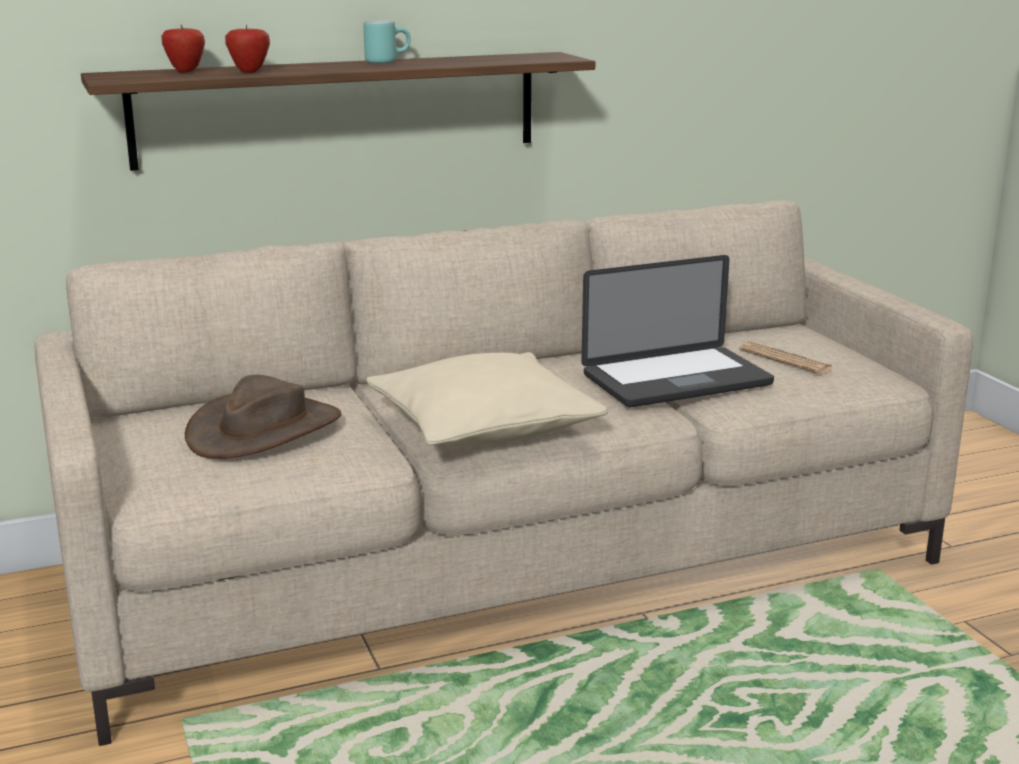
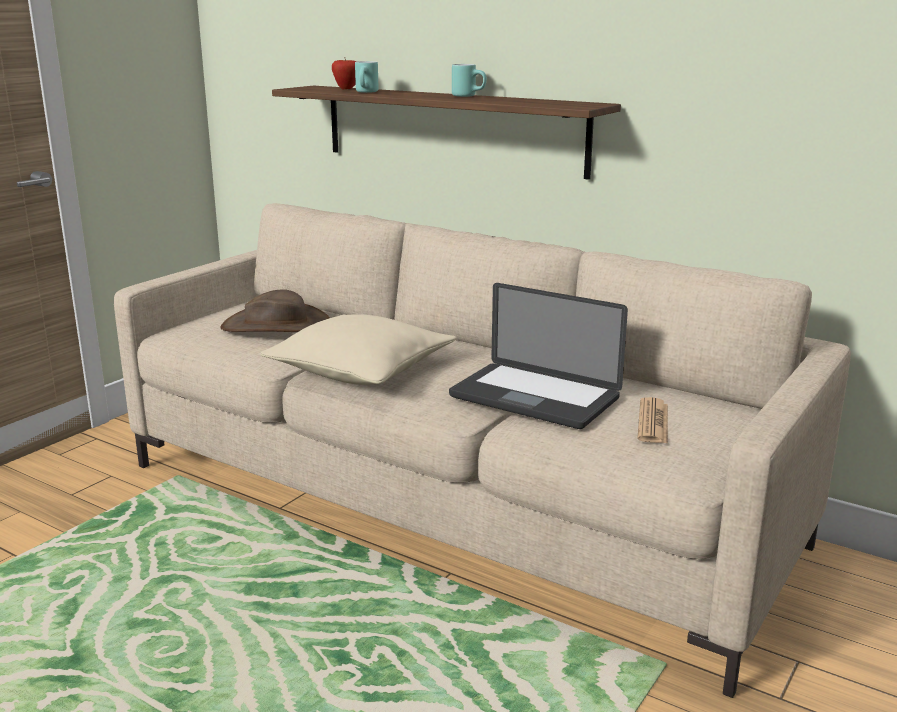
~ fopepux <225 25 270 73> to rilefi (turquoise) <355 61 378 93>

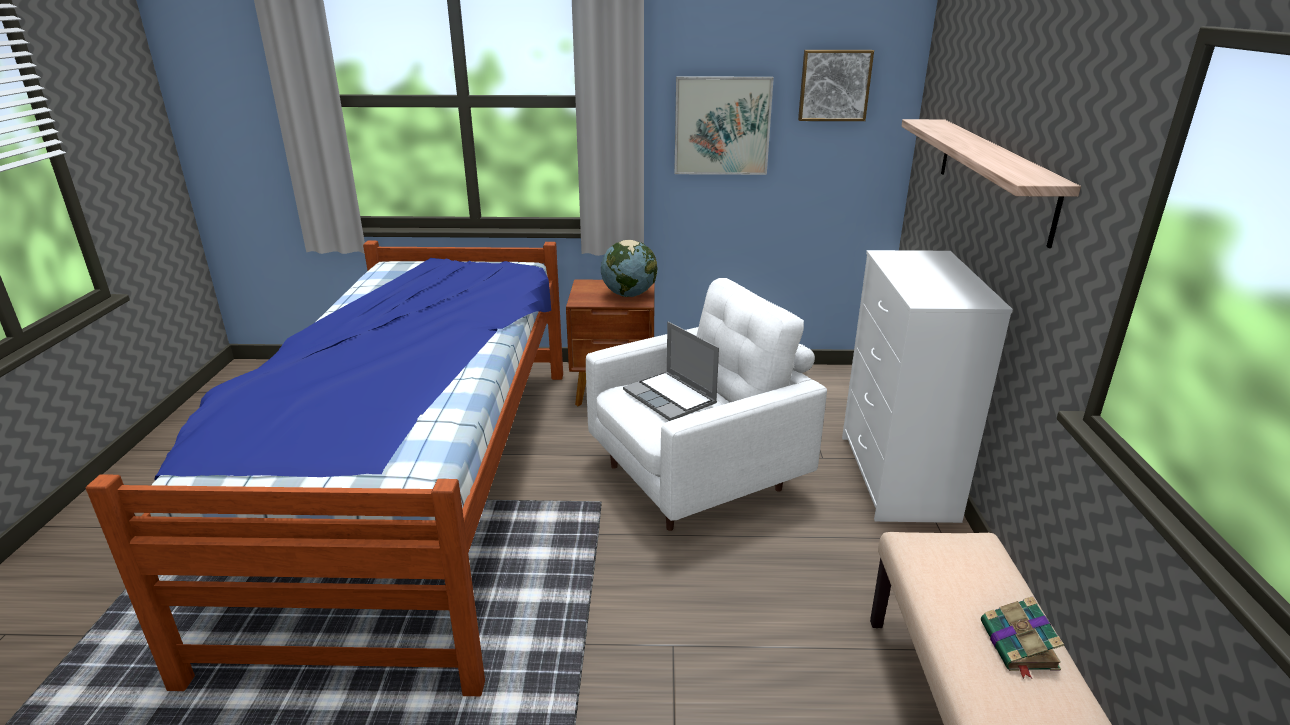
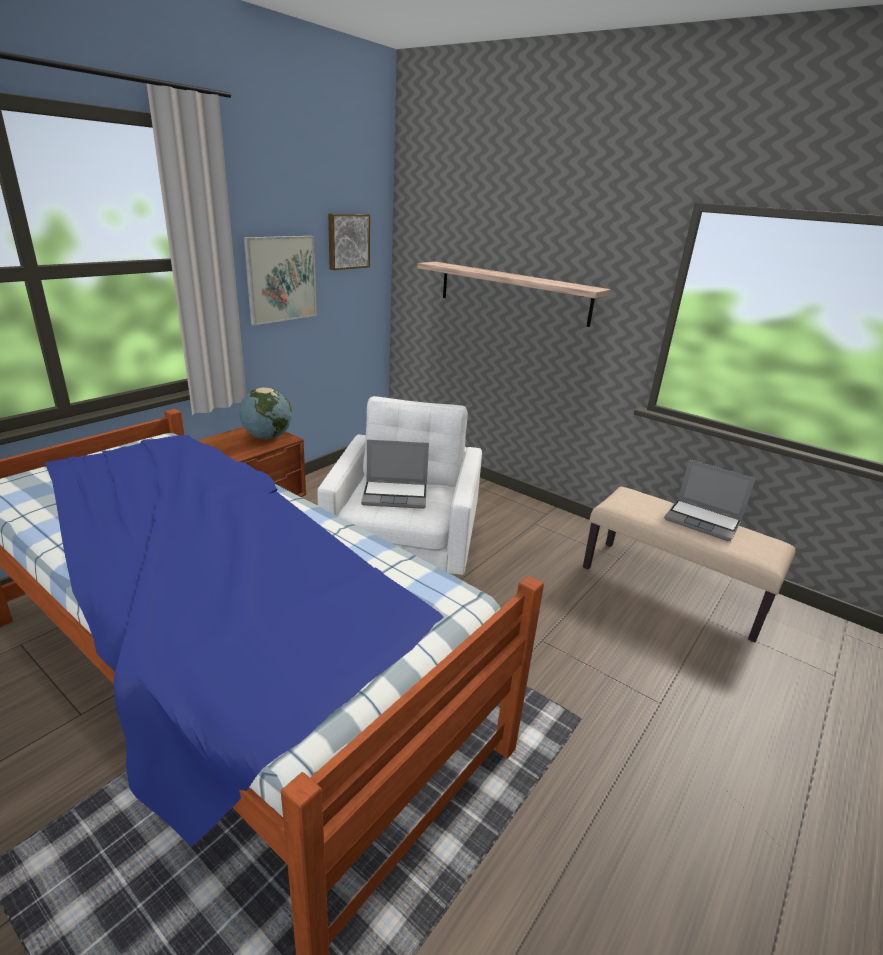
~ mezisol <981 596 1064 679> to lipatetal <664 459 756 541>
- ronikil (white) <842 250 1013 523>

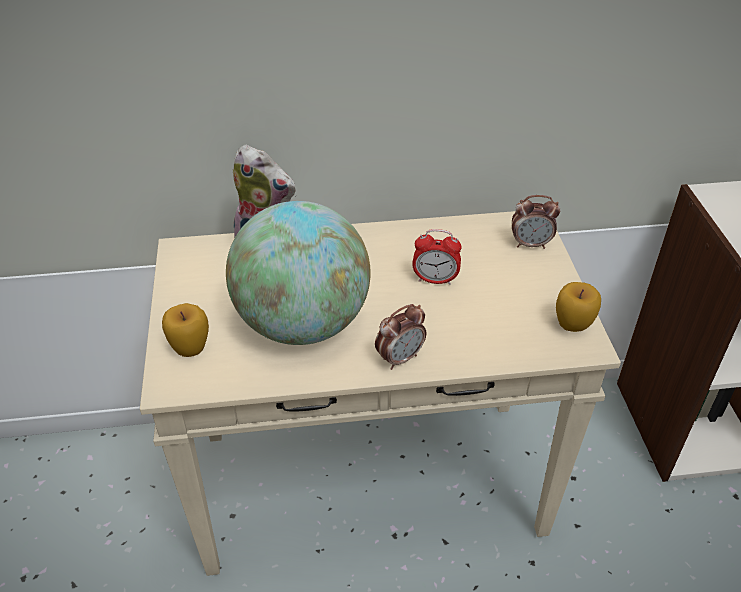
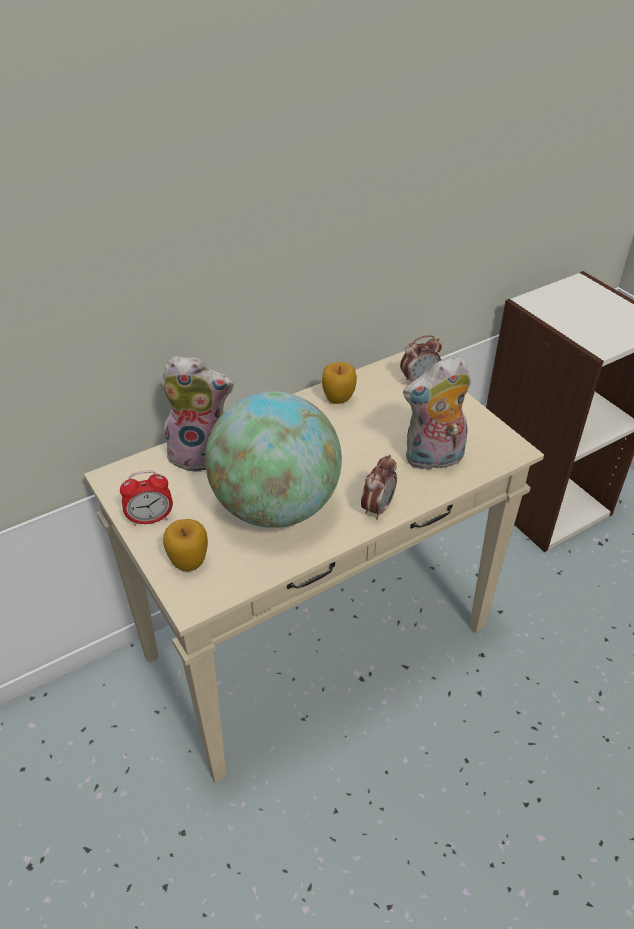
~ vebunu <412 229 462 285> to <120 470 173 526>
~ fopepux <556 282 601 332> to <322 362 357 404>
+ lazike <403 356 471 471>

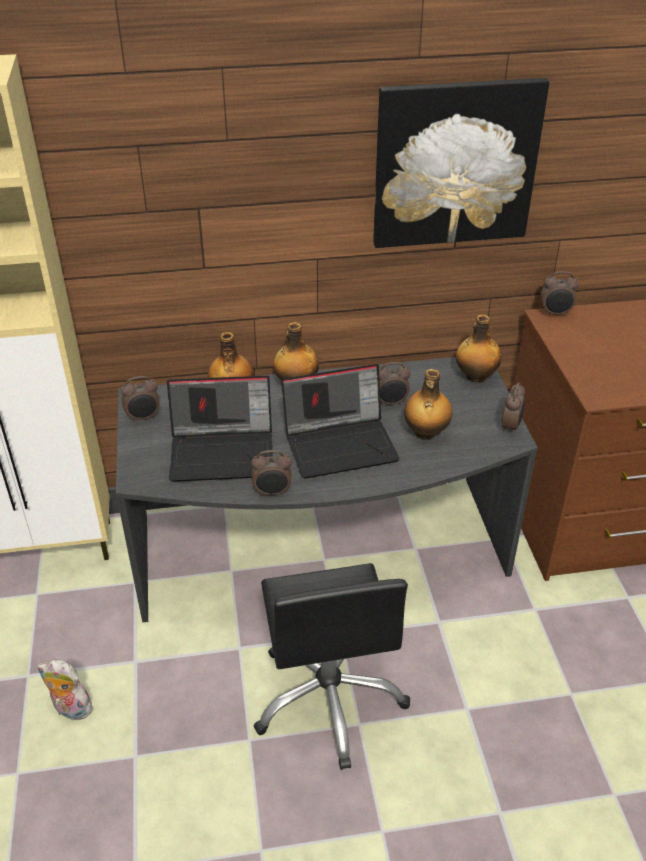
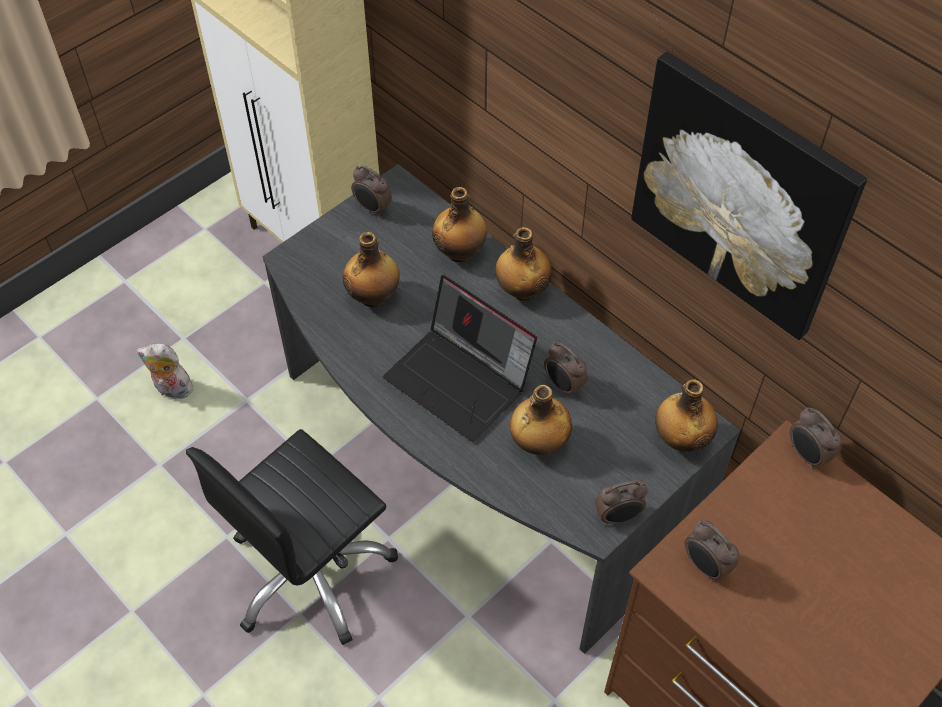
~ lazike <37 660 94 720> = <136 343 195 402> 60 degrees counterclockwise
~ lipatetal <167 376 273 482> to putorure <343 232 400 307>
~ vebunu <251 450 292 497> to <685 520 739 581>

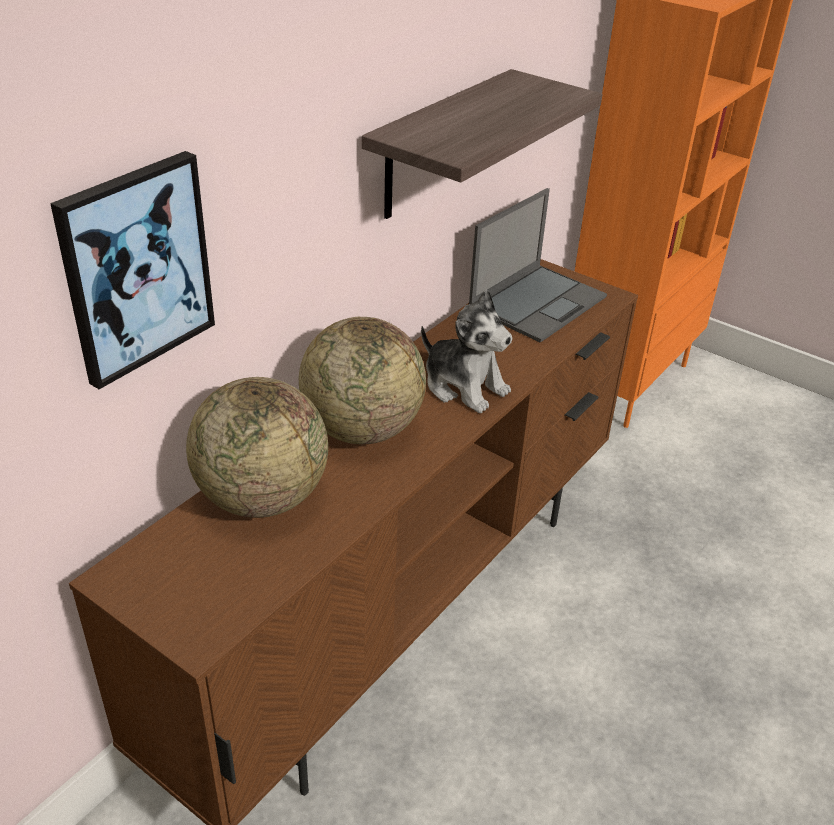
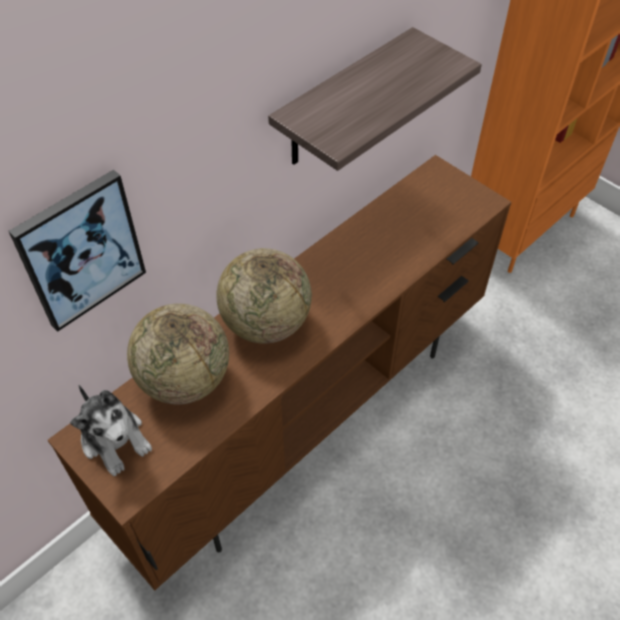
~ lazike <421 289 512 413> to <70 385 152 476>
- lipatetal <469 188 607 343>

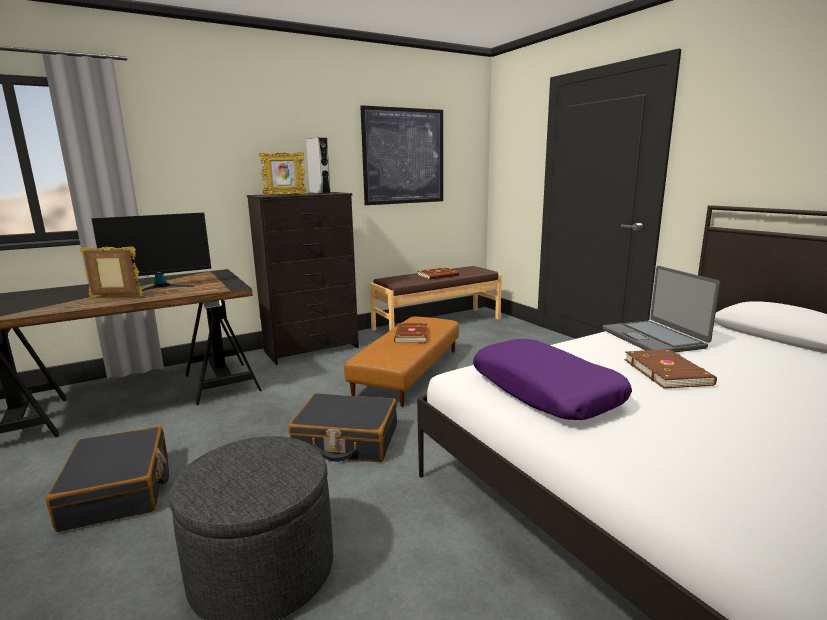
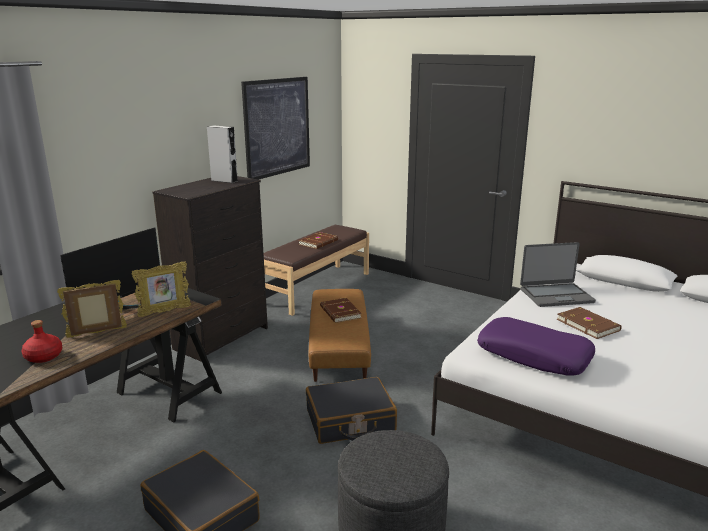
+ putorure (red) <21 320 62 363>
~ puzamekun <259 152 307 195> to <132 262 191 317>
~ lipatetal <602 266 720 352> = <520 242 596 307> 60 degrees counterclockwise

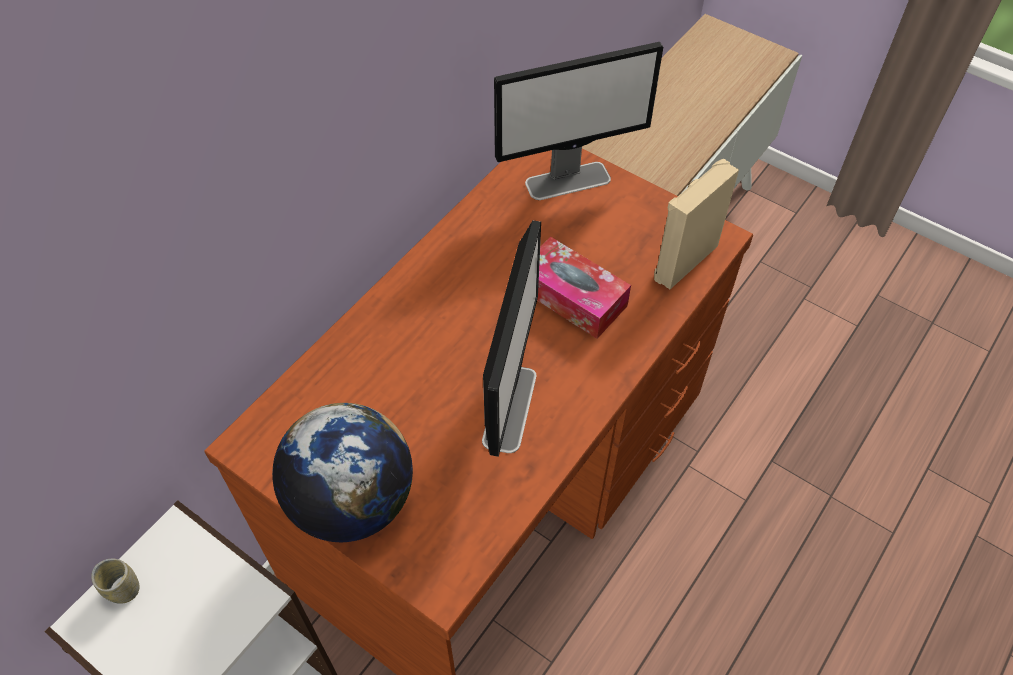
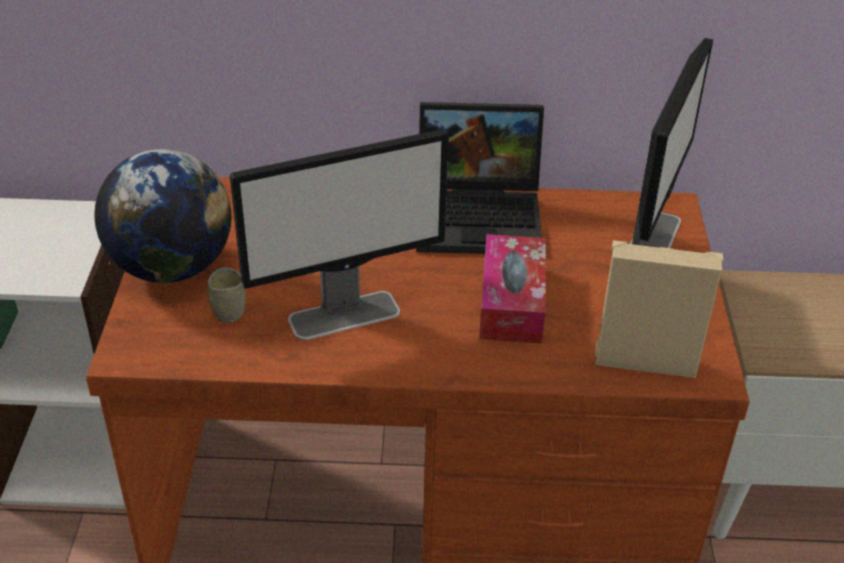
~ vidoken <91 559 139 604> to <208 267 246 323>
+ lipatetal <416 102 544 254>
~ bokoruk <494 42 663 200> = <630 38 713 248> 105 degrees counterclockwise

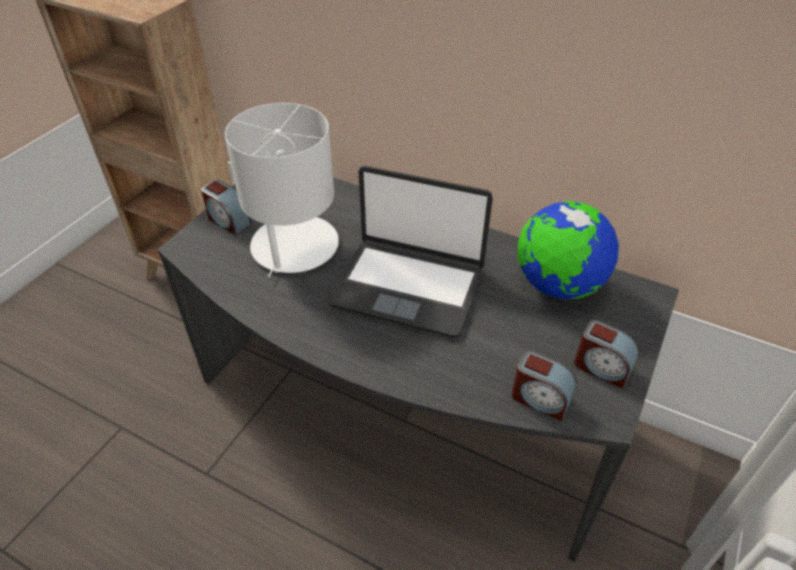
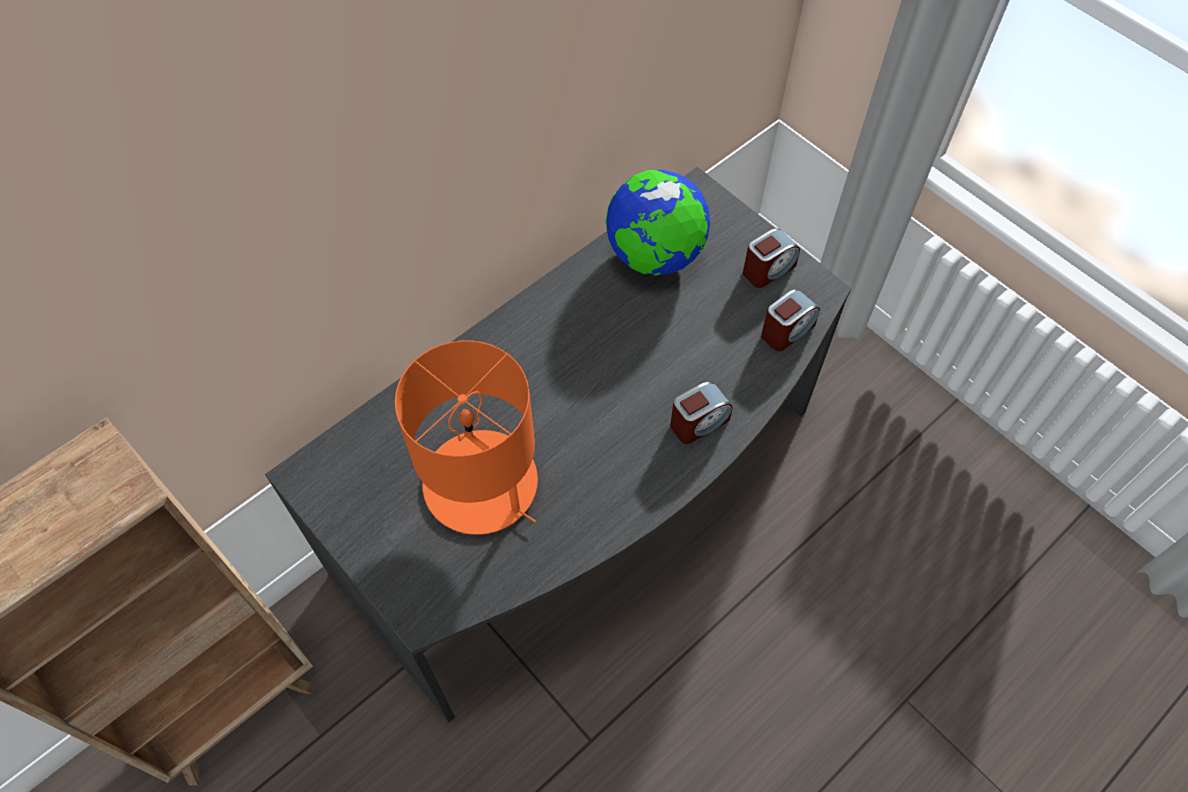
~ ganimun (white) <225 103 339 278> to ganimun (orange) <395 340 538 535>
~ vebunu <201 180 252 235> to <670 381 732 444>
- lipatetal <329 166 493 337>

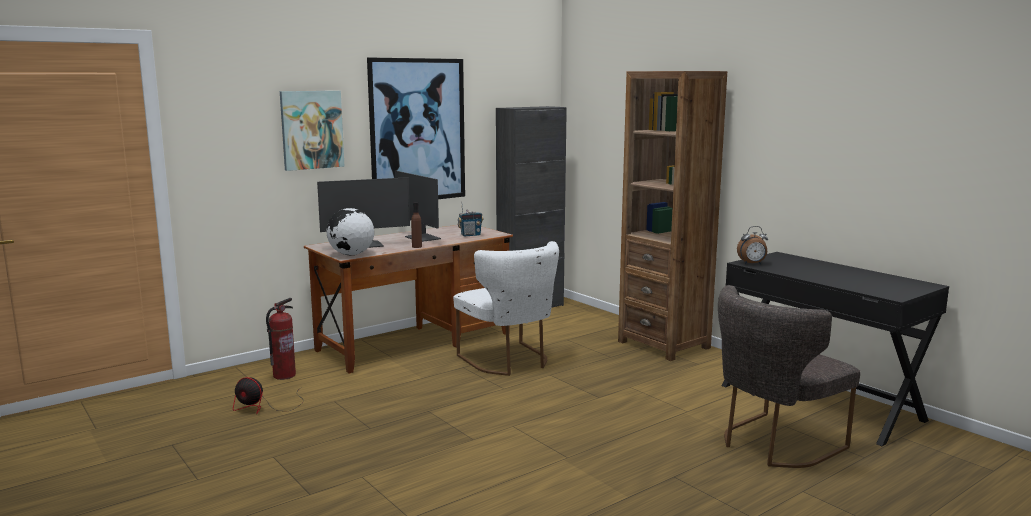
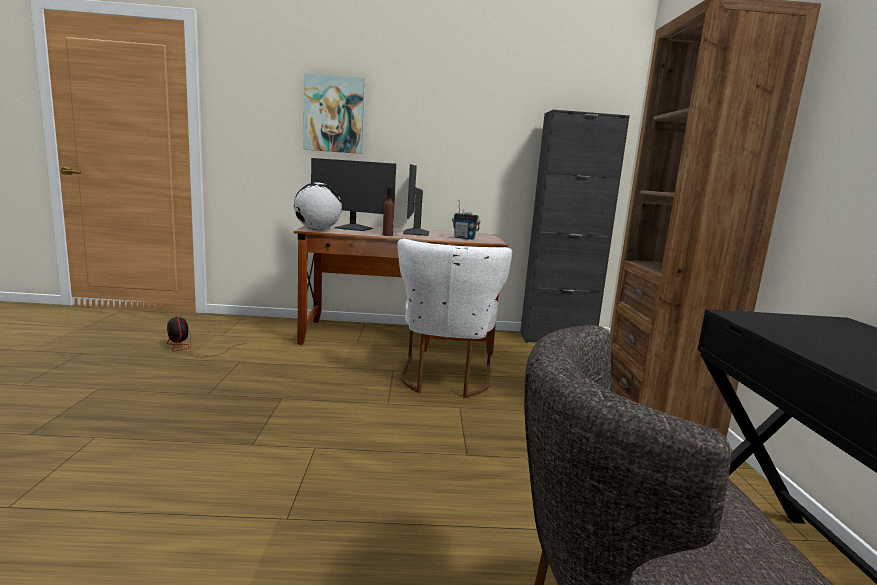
- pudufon <266 298 296 380>
- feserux <367 58 465 199>
- vebunu <737 226 768 264>

